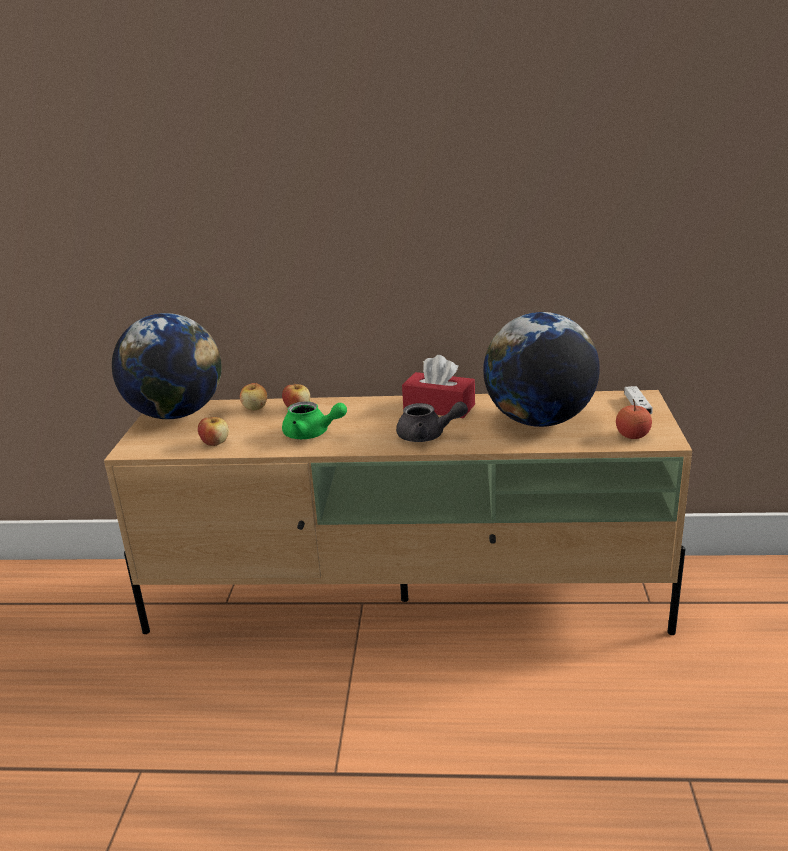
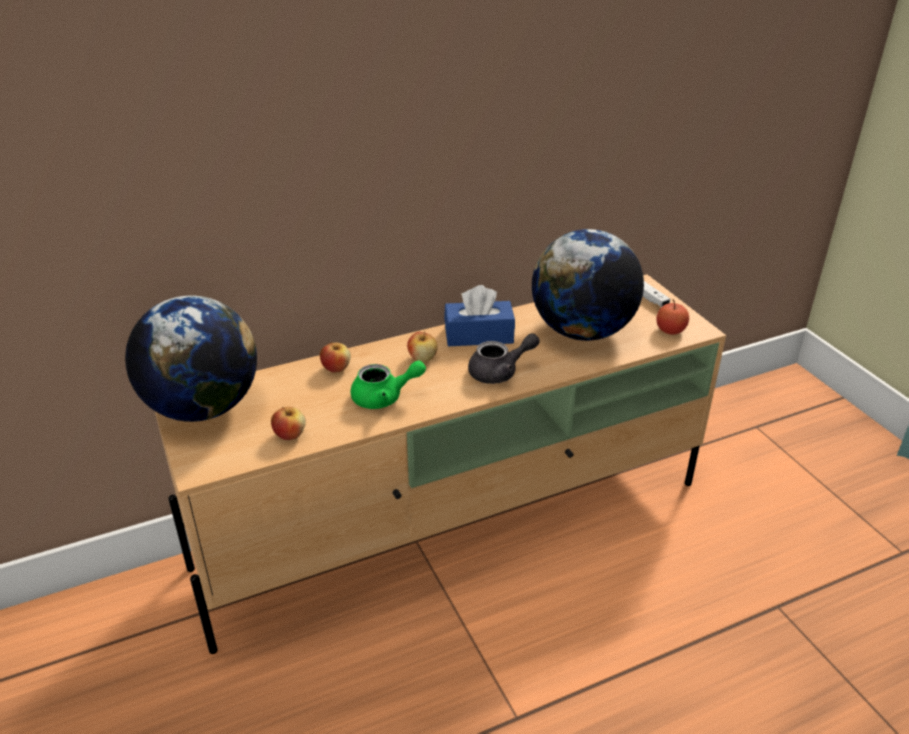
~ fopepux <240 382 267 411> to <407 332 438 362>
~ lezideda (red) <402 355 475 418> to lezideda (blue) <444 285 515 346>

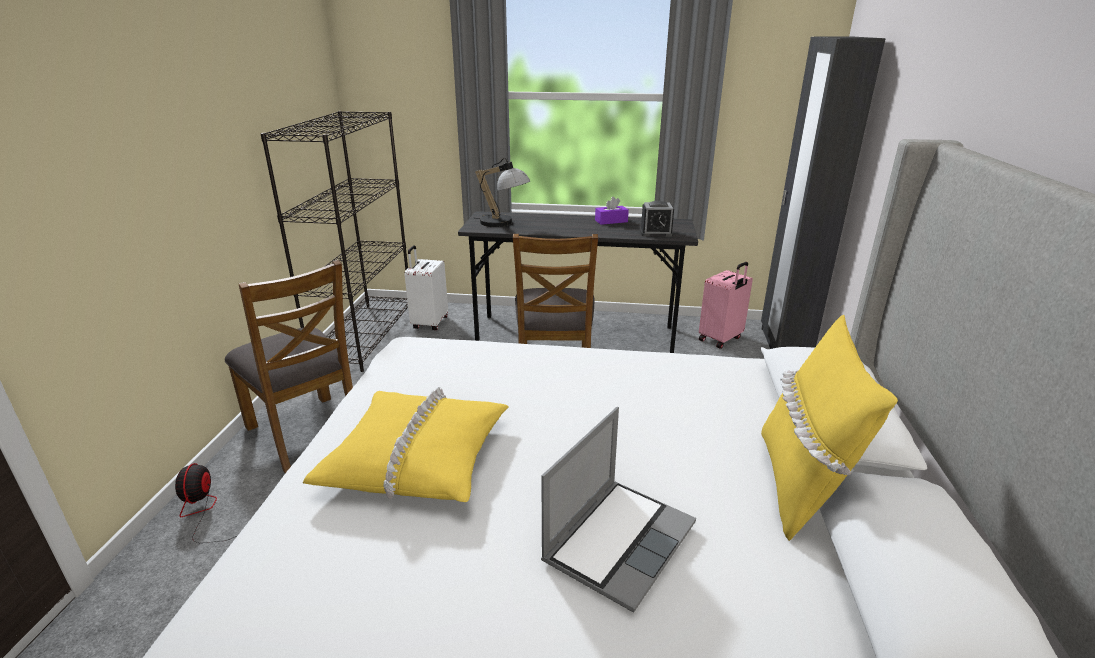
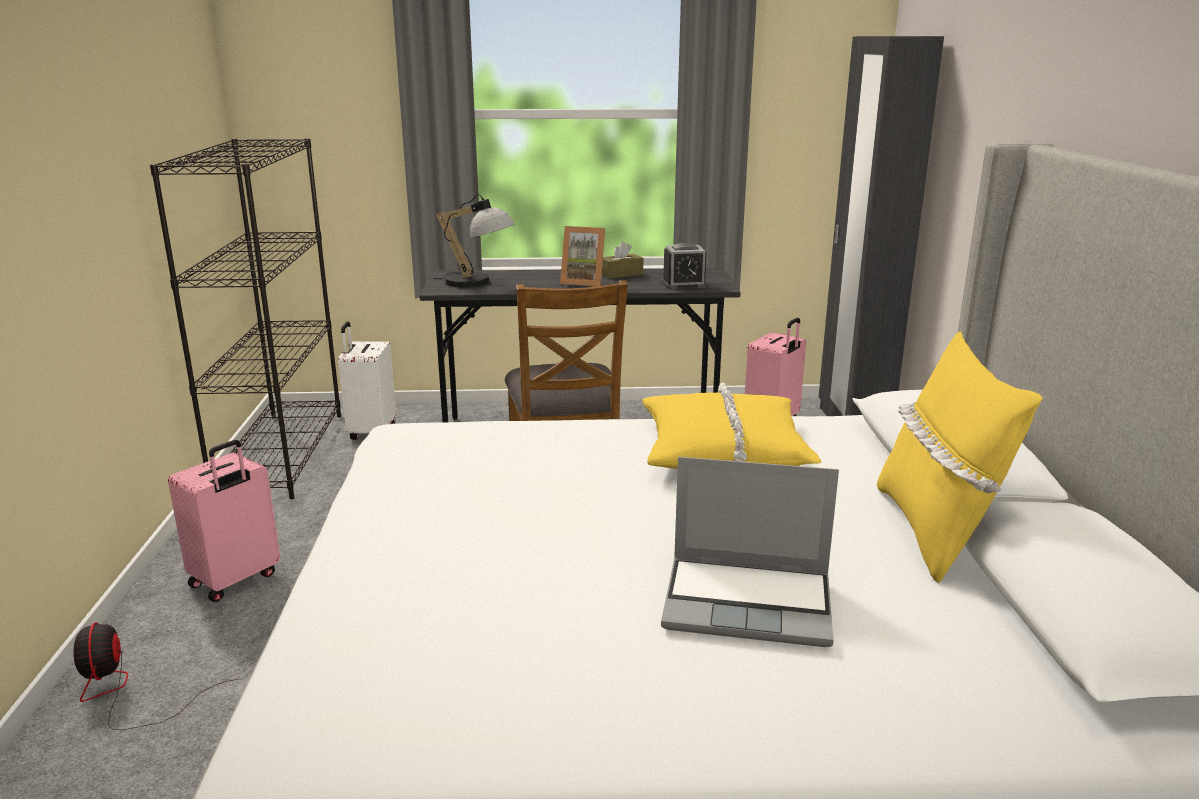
~ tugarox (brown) <225 260 353 473> to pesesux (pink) <168 440 280 602>
+ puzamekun <560 226 605 286>
~ lezideda (purple) <595 197 629 225> to lezideda (brown) <602 241 643 279>
~ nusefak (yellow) <303 387 509 502> to <642 383 821 469>
~ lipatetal <541 407 696 613> = <661 457 839 647> 75 degrees clockwise

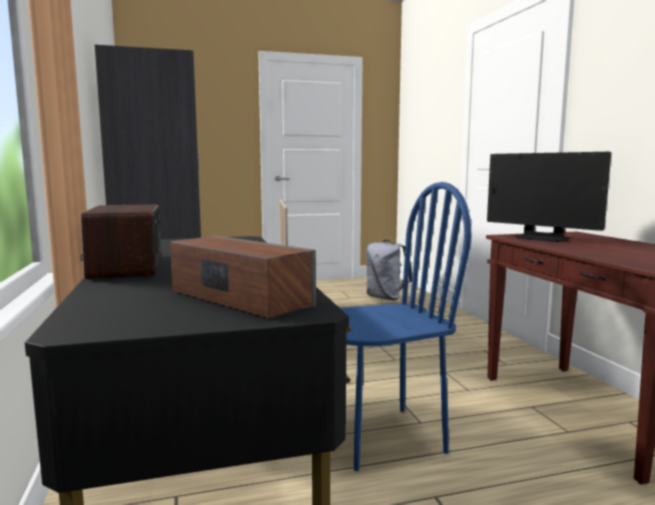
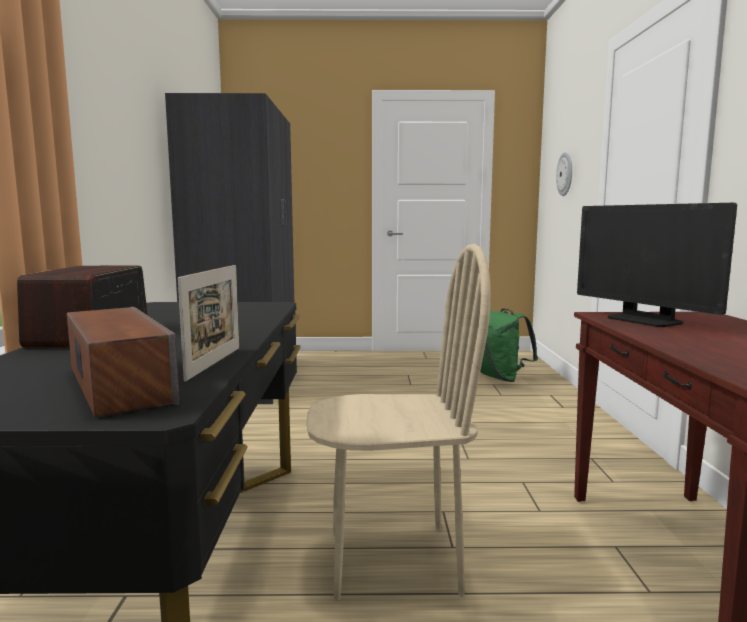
~ tugarox (blue) <340 182 472 471> to tugarox (beige) <306 244 491 601>
~ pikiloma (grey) <366 240 412 300> to pikiloma (green) <480 309 538 382>
+ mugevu <556 152 572 196>

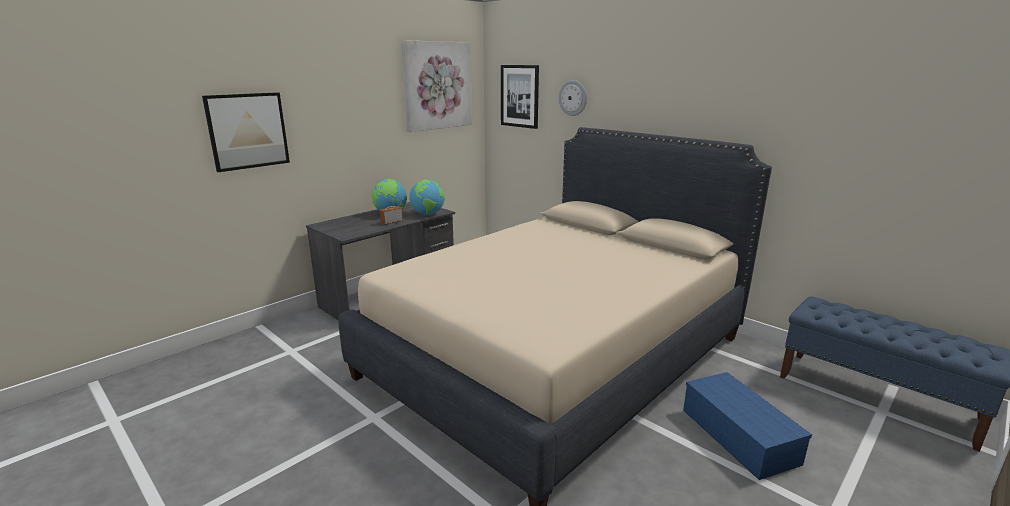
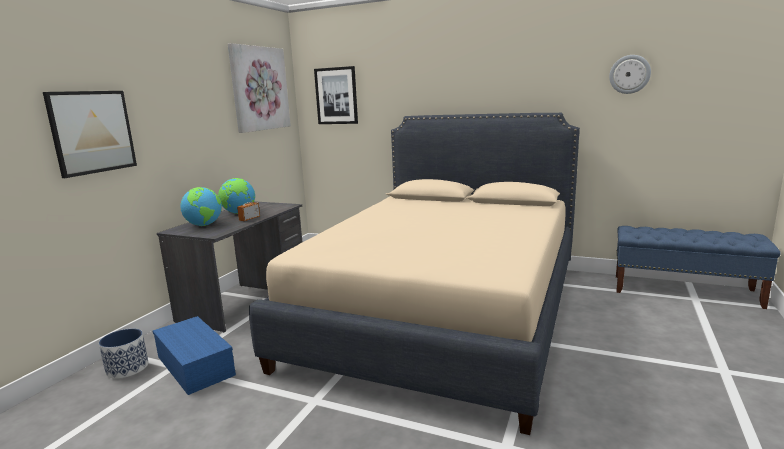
+ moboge <99 328 148 379>
~ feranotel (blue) <683 372 812 480> to <153 316 236 395>
~ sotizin <409 180 445 215> to <180 187 222 226>
~ mugevu <559 80 587 116> to <609 55 651 94>

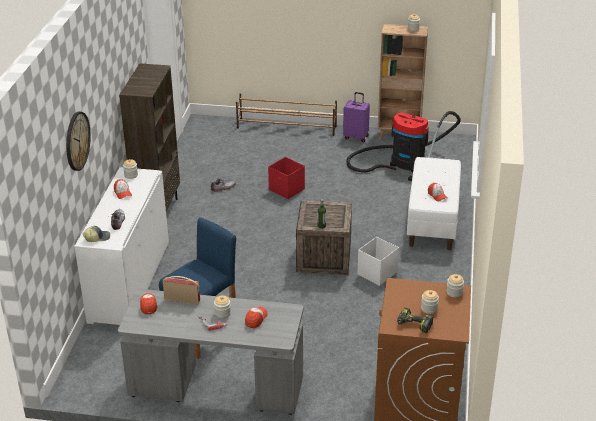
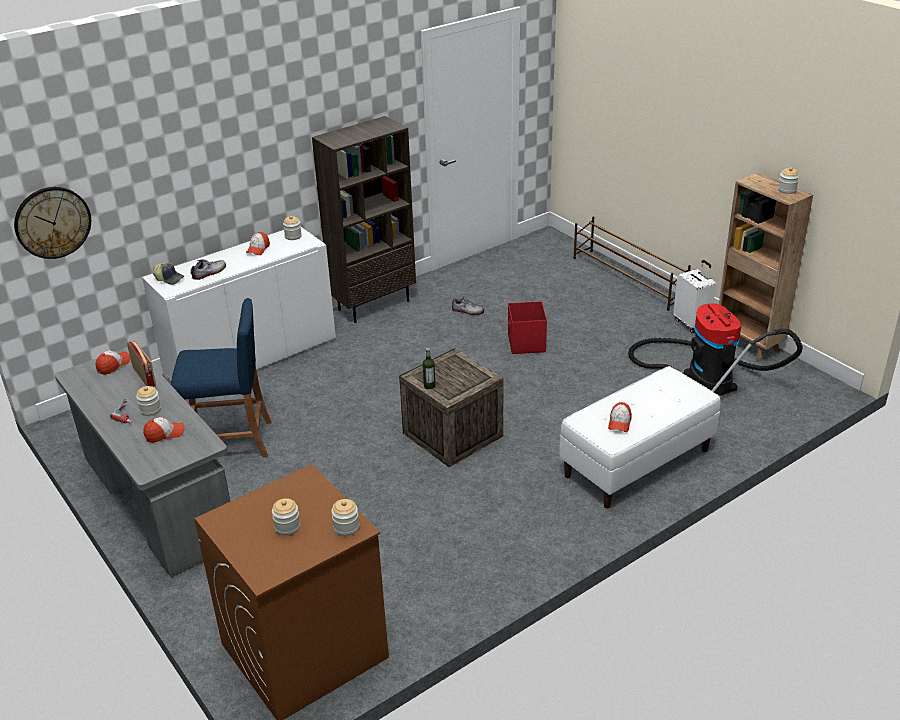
~ mugevu <66 112 91 171> to <14 187 91 259>
~ pesesux (purple) <343 92 370 142> to pesesux (white) <673 260 716 333>
- feranotel (white) <358 237 399 286>
- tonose <397 307 433 333>

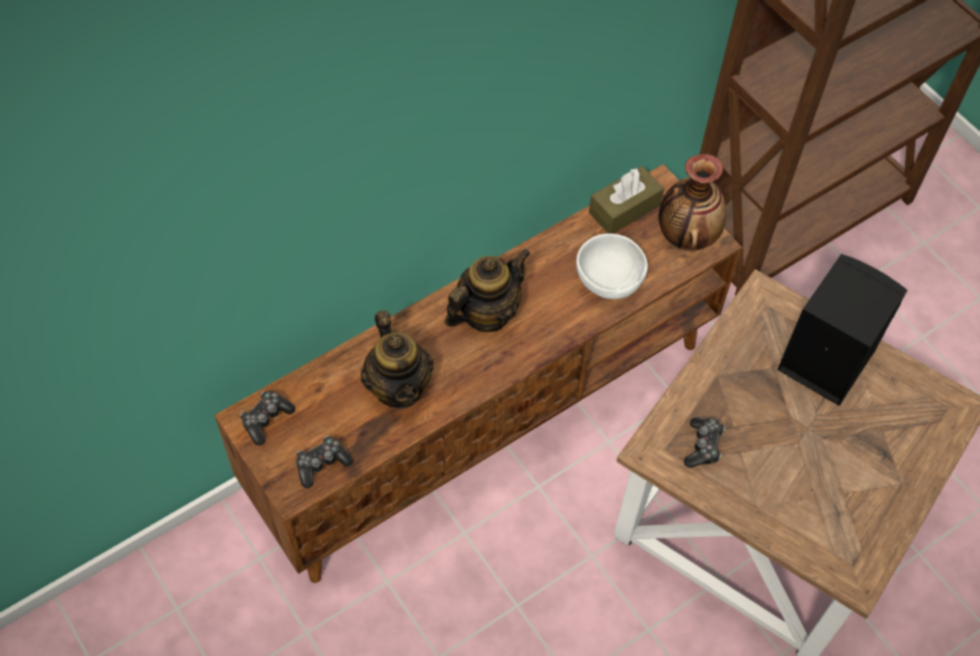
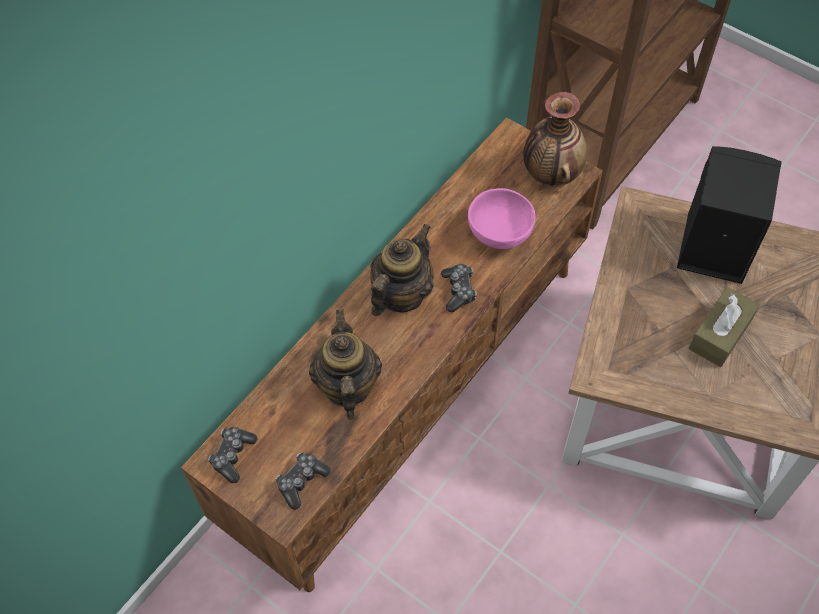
~ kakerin <361 310 434 409> = <309 309 382 420> 150 degrees counterclockwise
~ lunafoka <684 418 725 468> to <441 264 477 312>
~ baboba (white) <576 233 648 299> to baboba (pink) <468 188 535 249>
~ lezideda (brown) <589 166 664 234> to <689 287 760 367>

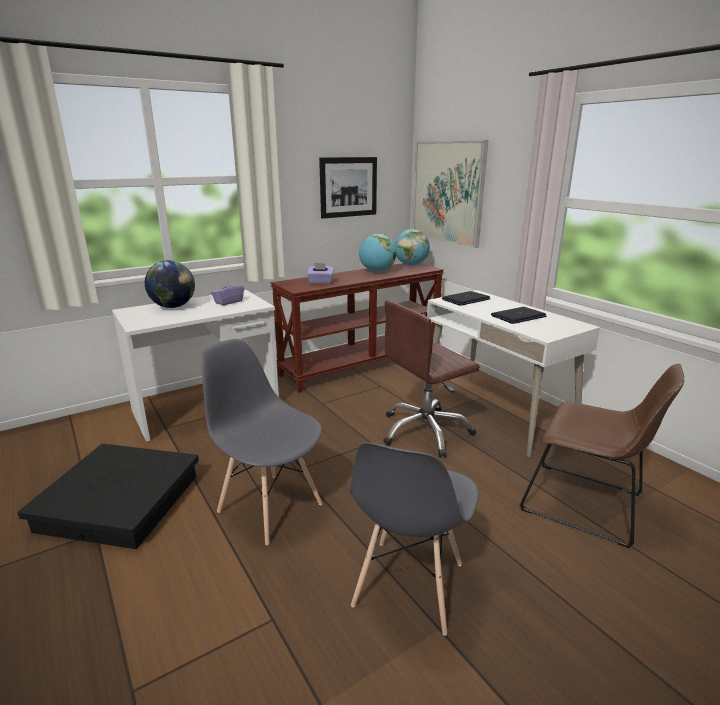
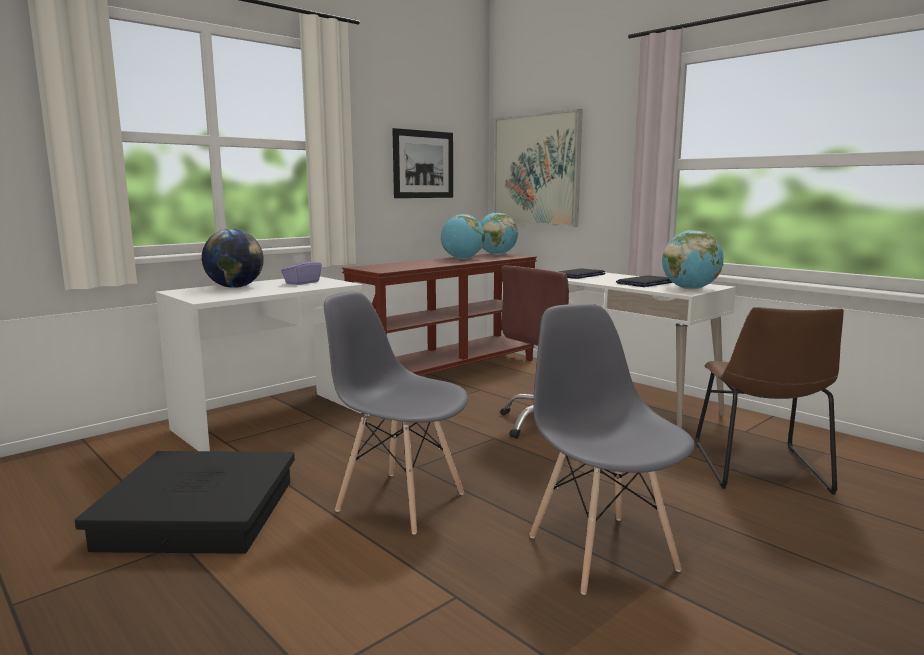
~ tugarox (grey) <350 442 479 636> = <529 304 695 595> 150 degrees clockwise
+ sotizin <662 230 724 290>
~ tugarox (brown) <519 364 684 548> = <695 307 844 495> 75 degrees clockwise
- lezideda (purple) <307 263 334 284>

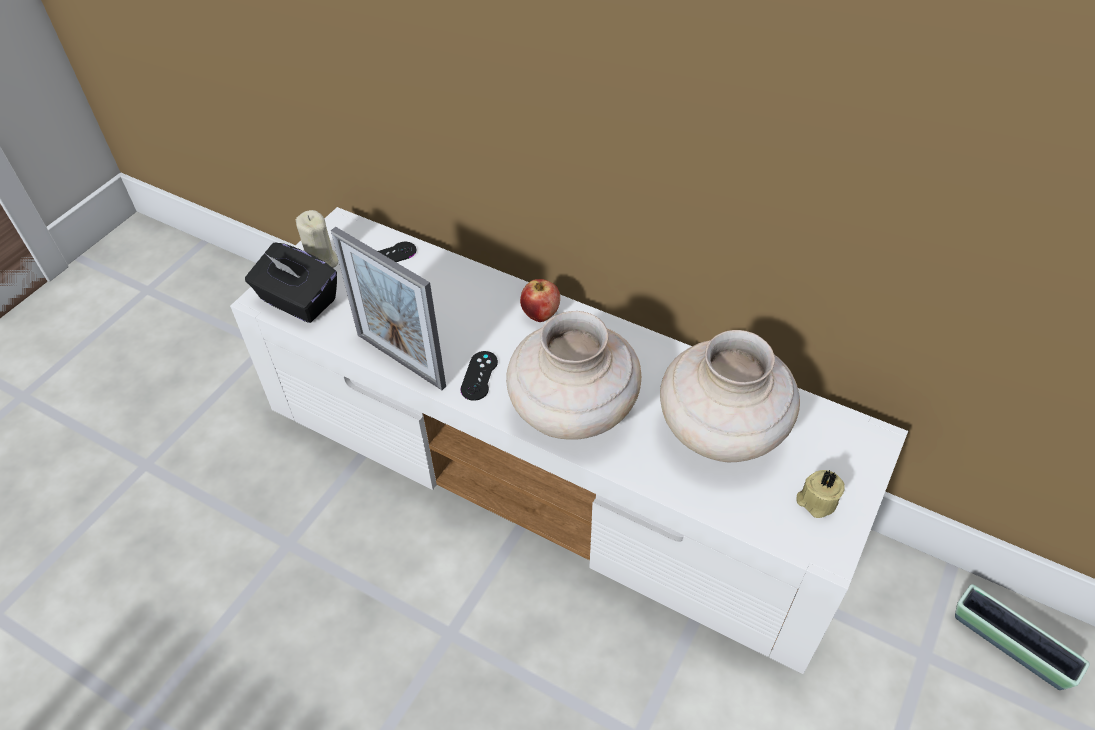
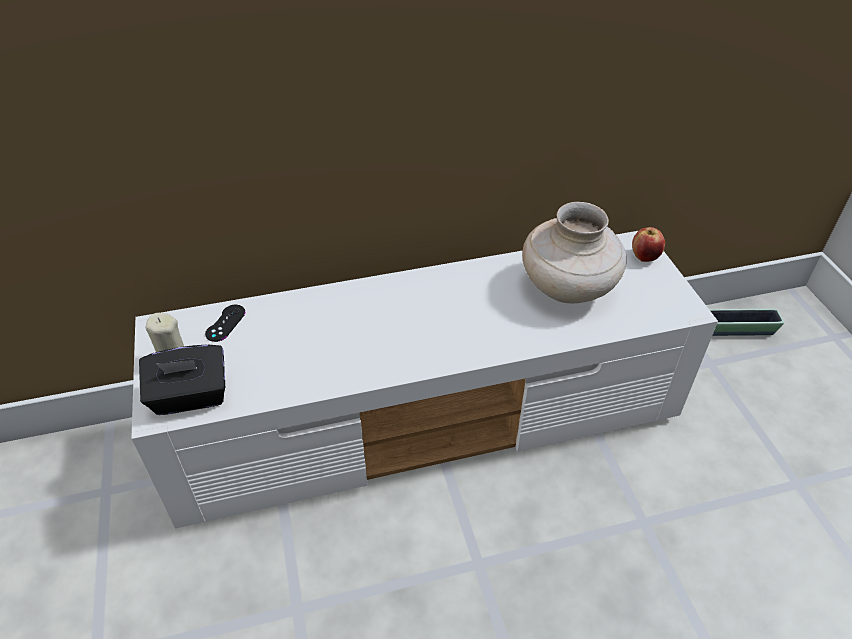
~ fopepux <520 279 560 322> to <632 227 665 262>
- puzamekun <331 227 446 390>
- lunafoka (black) <460 351 498 401>
- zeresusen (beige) <506 311 641 440>
- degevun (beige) <796 470 845 518>

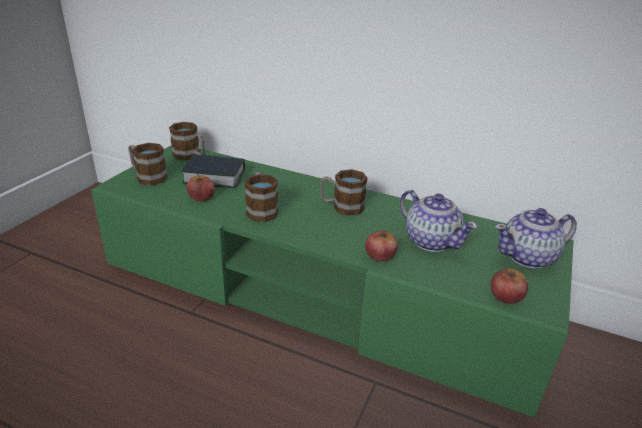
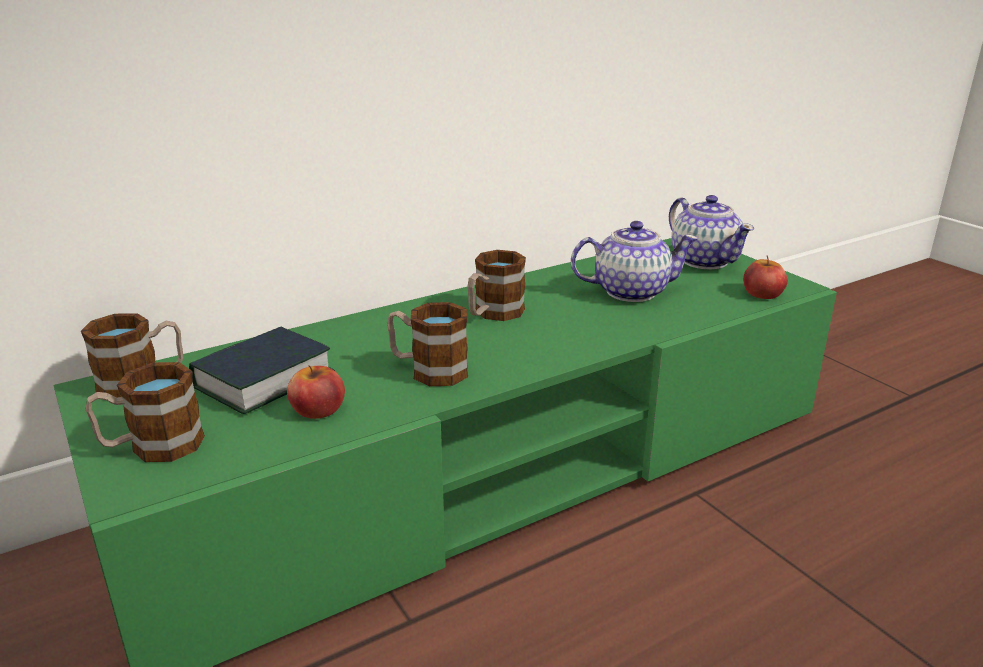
~ kakerin <495 208 577 269> = <669 195 754 269> 45 degrees counterclockwise
- fopepux <365 231 398 262>

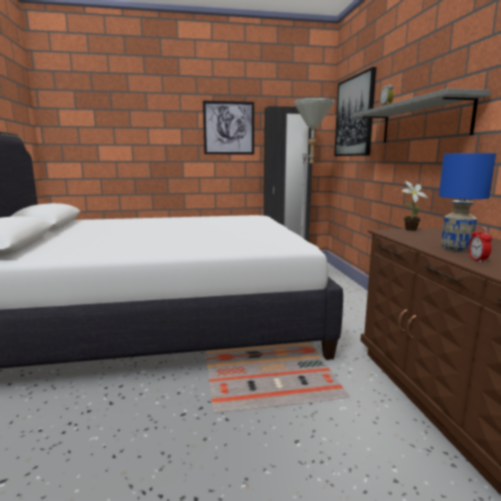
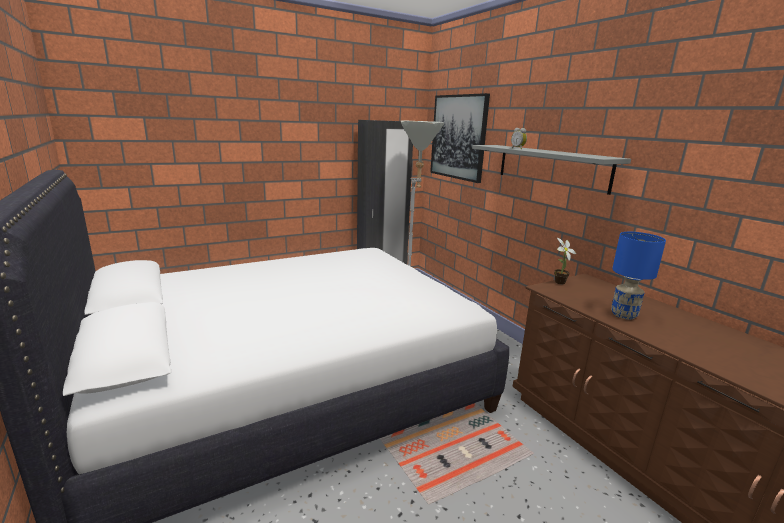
- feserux <203 101 254 154>
- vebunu <469 226 492 263>

